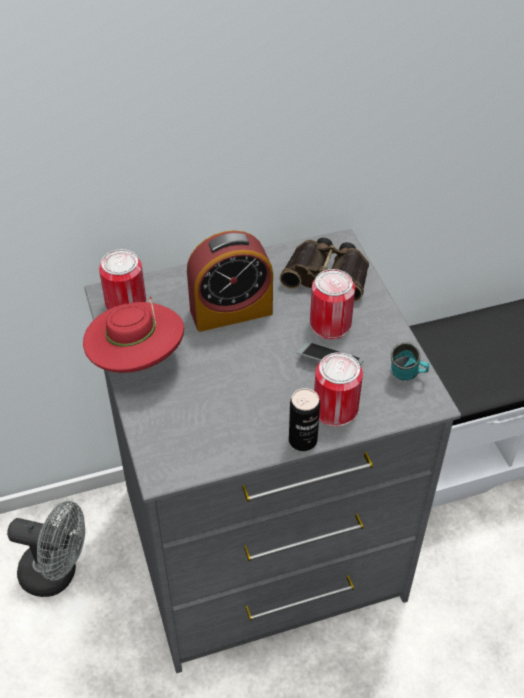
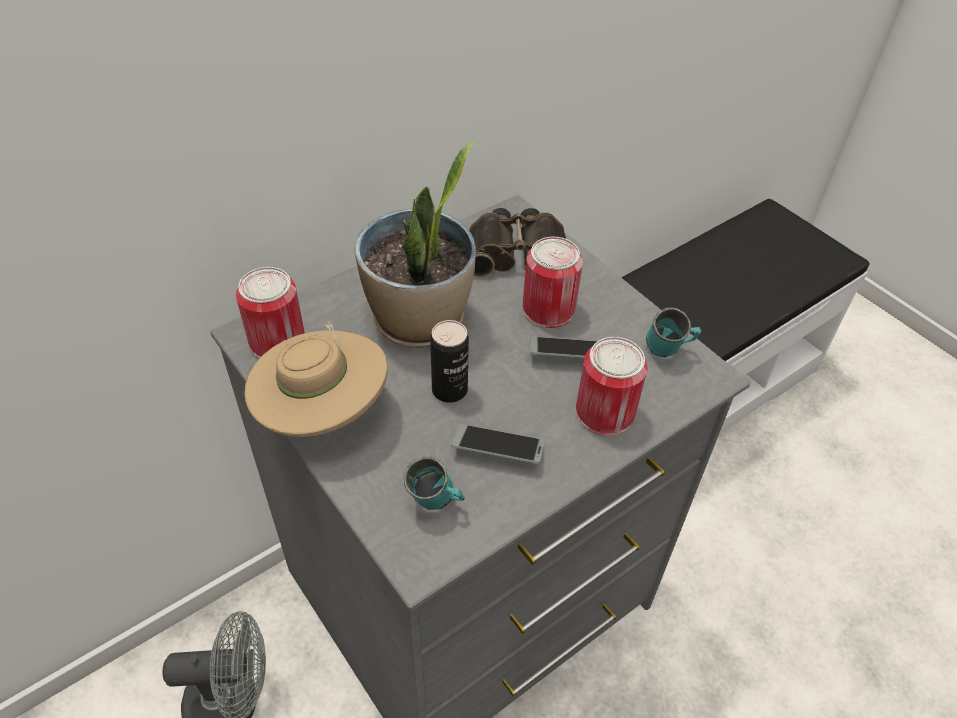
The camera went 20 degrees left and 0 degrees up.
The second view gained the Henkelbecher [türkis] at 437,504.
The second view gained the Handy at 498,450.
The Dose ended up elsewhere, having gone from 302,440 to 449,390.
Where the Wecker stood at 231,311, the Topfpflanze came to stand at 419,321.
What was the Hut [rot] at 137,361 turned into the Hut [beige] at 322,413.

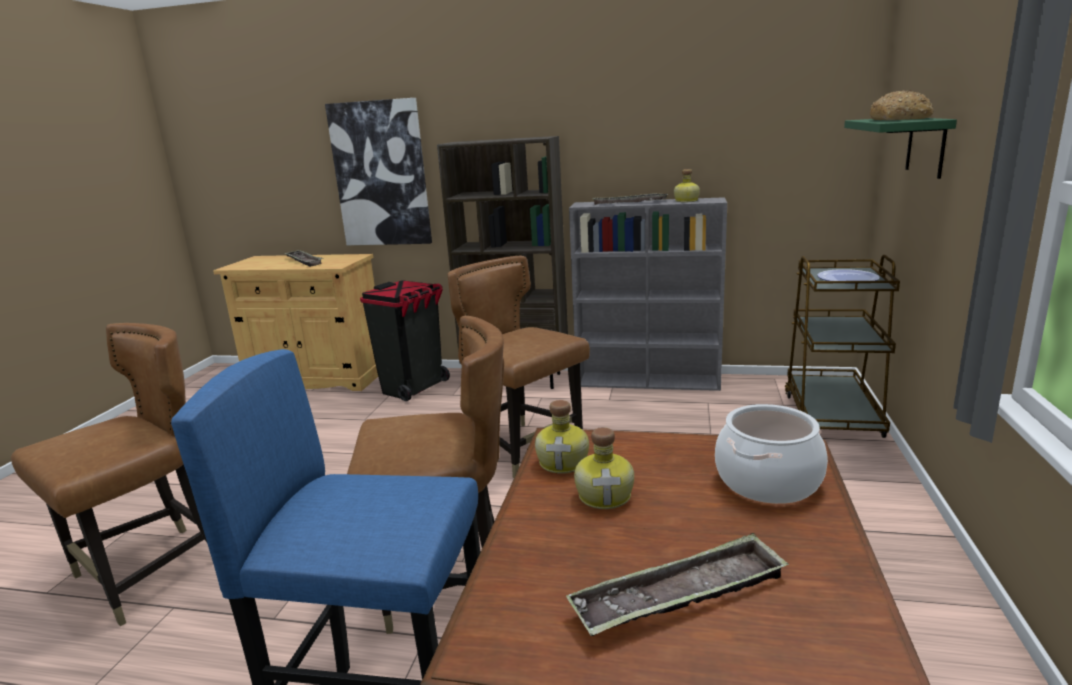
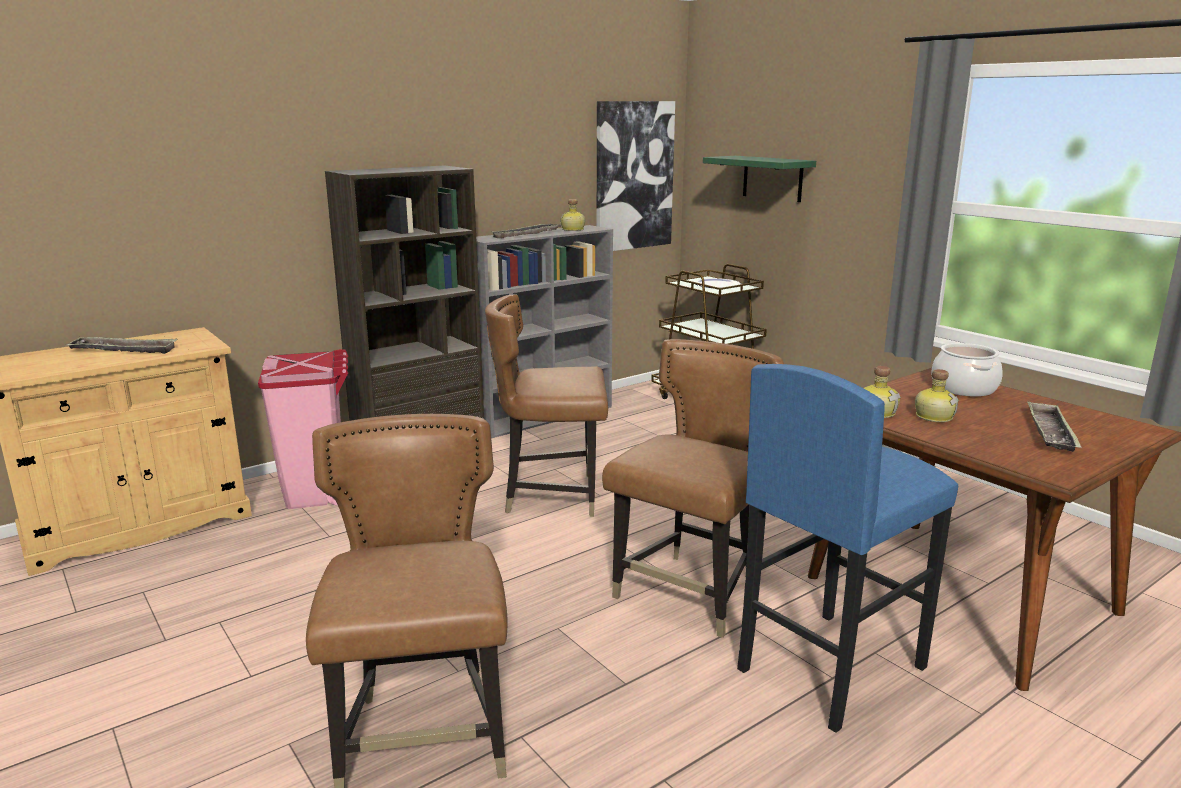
The camera went 50 degrees left and 0 degrees up.
The second view lost the Brot at 900,119.
The Bild ended up elsewhere, having gone from 381,174 to 633,176.
What was the Mülleimer [schwarz] at 414,388 turned into the Mülleimer [rosa] at 317,492.

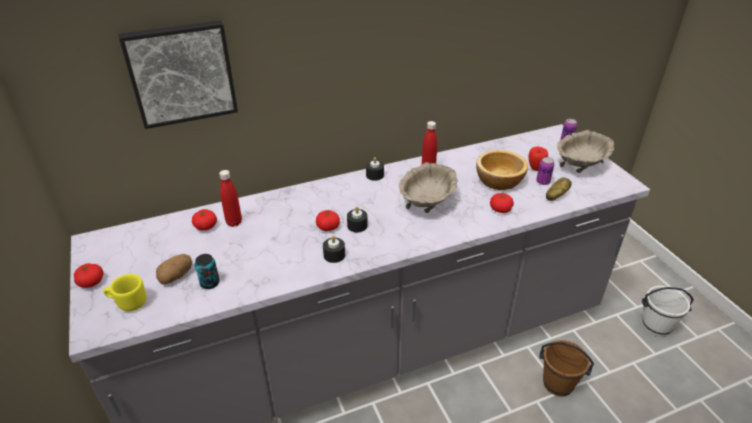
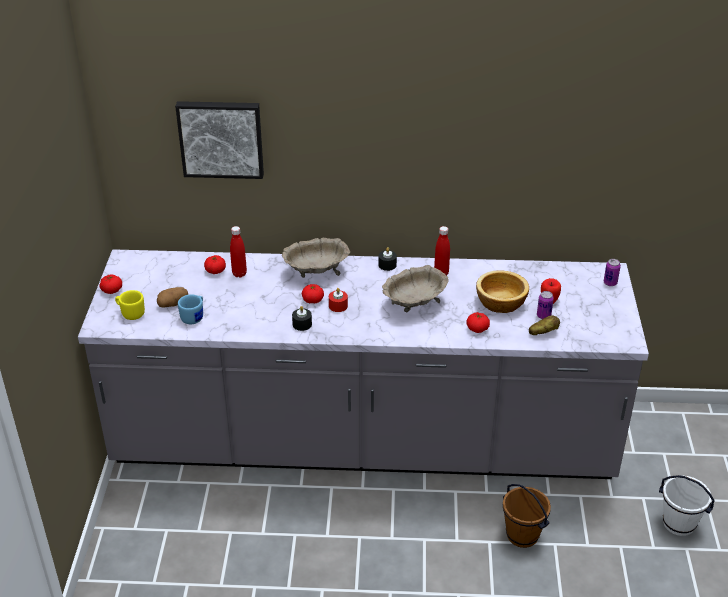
The camera went 25 degrees right and 0 degrees up.
The Schüssel [beige] ended up elsewhere, having gone from 580,166 to 316,272.
Where the Dose stood at 210,283, the Henkelbecher [blau] came to stand at 194,317.
What was the Kerze [schwarz] at 357,225 turned into the Kerze [rot] at 338,306.

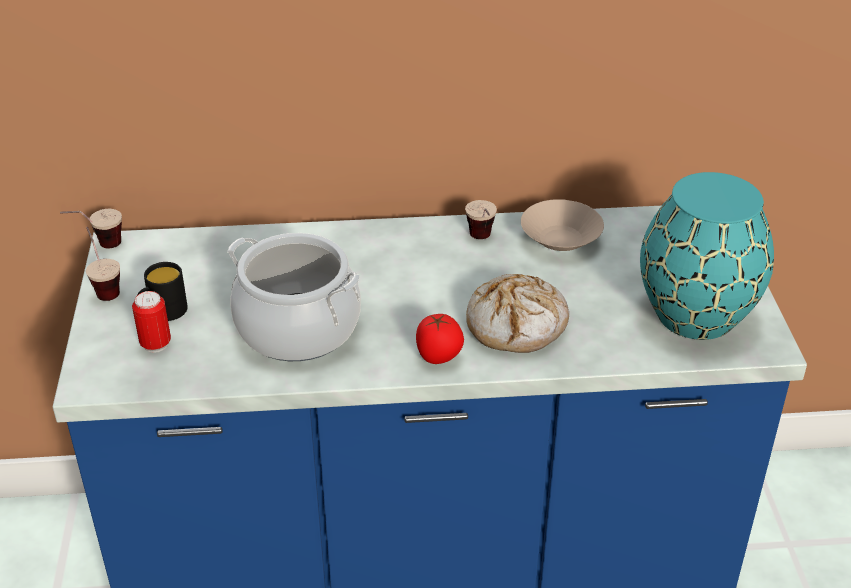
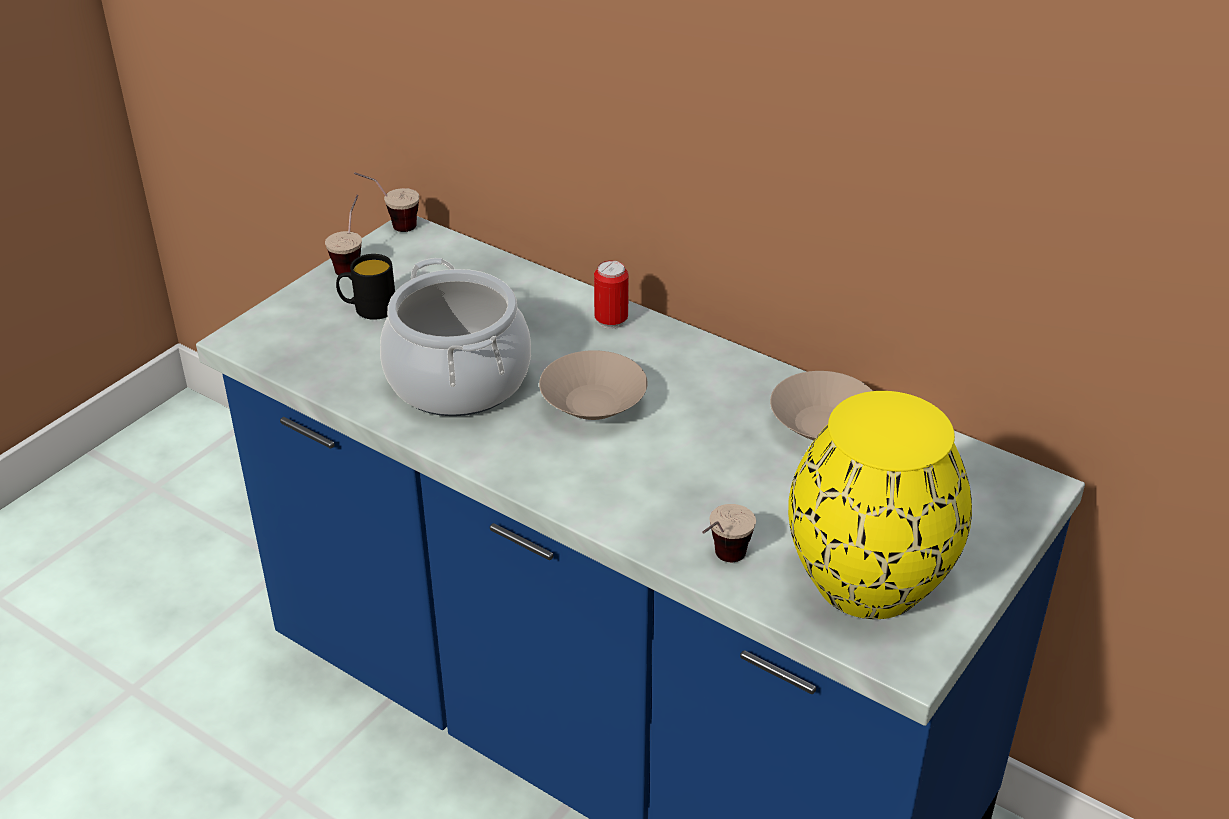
The camera went 40 degrees right and 0 degrees up.
The second view lost the Tomate at 439,357.
The second view lost the Brot at 517,325.
The second view gained the Schüssel [beige] at 592,405.
The Dose ended up elsewhere, having gone from 156,344 to 611,321.
The Tasse ended up elsewhere, having gone from 482,241 to 721,564.
What was the Vase [türkis] at 697,314 turned into the Vase [gelb] at 870,581.

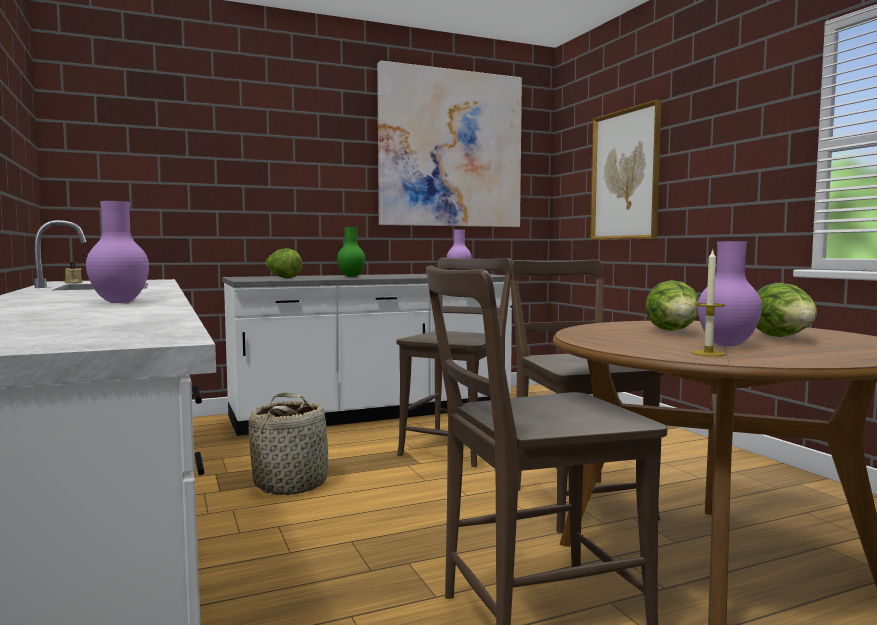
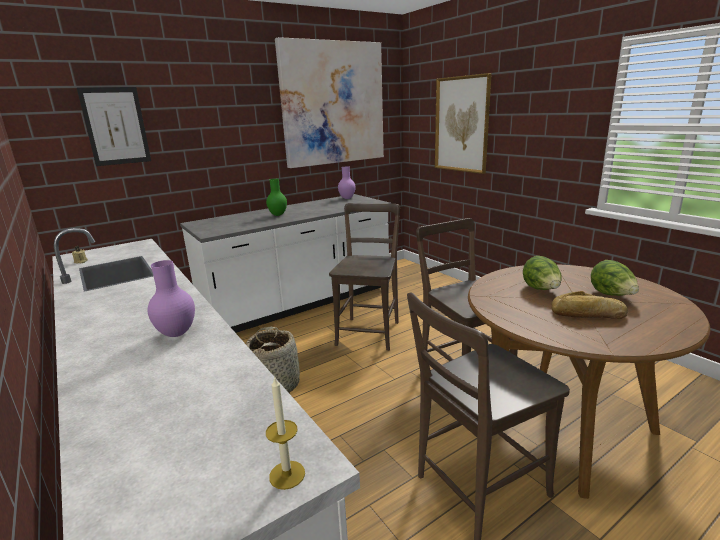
The camera went 10 degrees left and 15 degrees up.
The second view lost the Salatkopf at 283,278.
The second view gained the Bild at 116,126.
The Kerze ended up elsewhere, having gone from 708,353 to 287,475.
Where the Vase [lila] stood at 726,345, the Brot came to stand at 588,314.

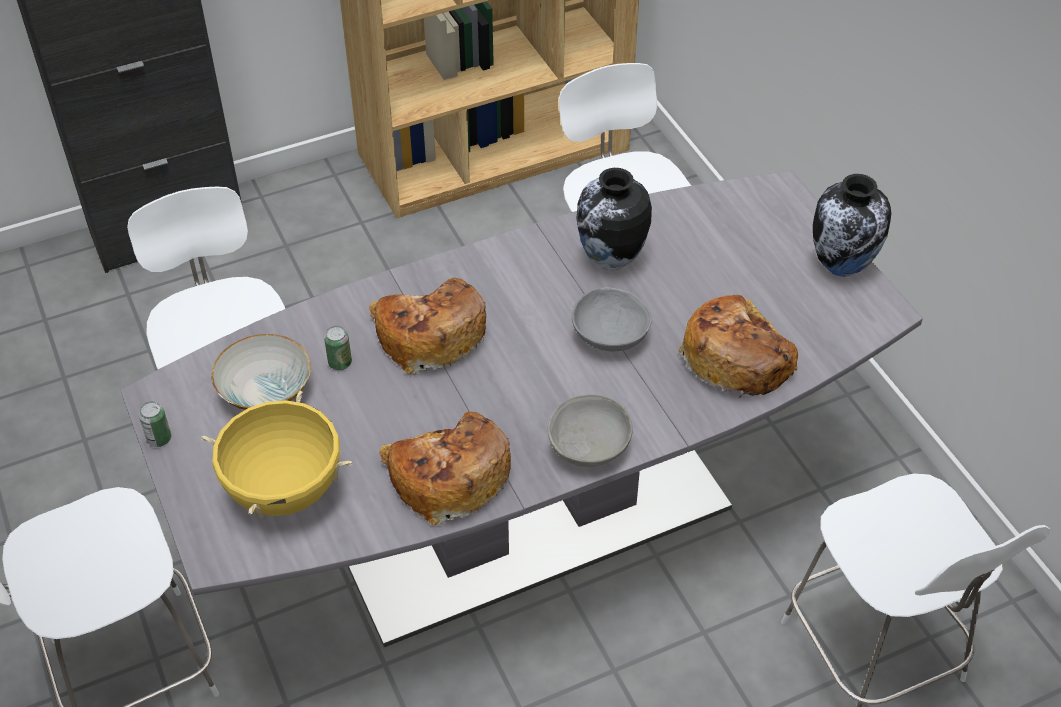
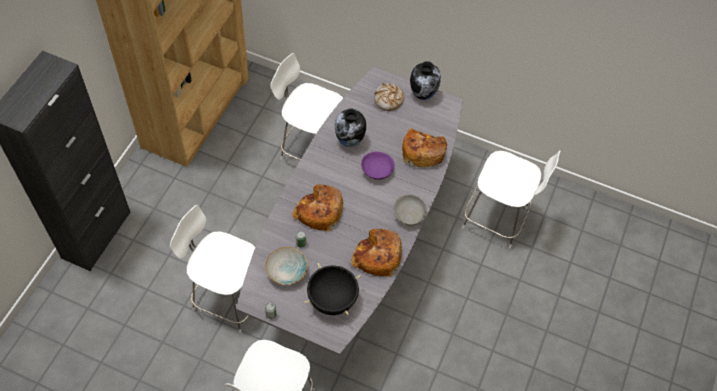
The camera went 45 degrees left and 10 degrees up.
The second view gained the Brot at 388,100.
What was the Kochtopf [gelb] at 284,490 turned into the Kochtopf [schwarz] at 332,300.
What was the Schüssel [grau] at 609,336 turned into the Schüssel [lila] at 377,171.

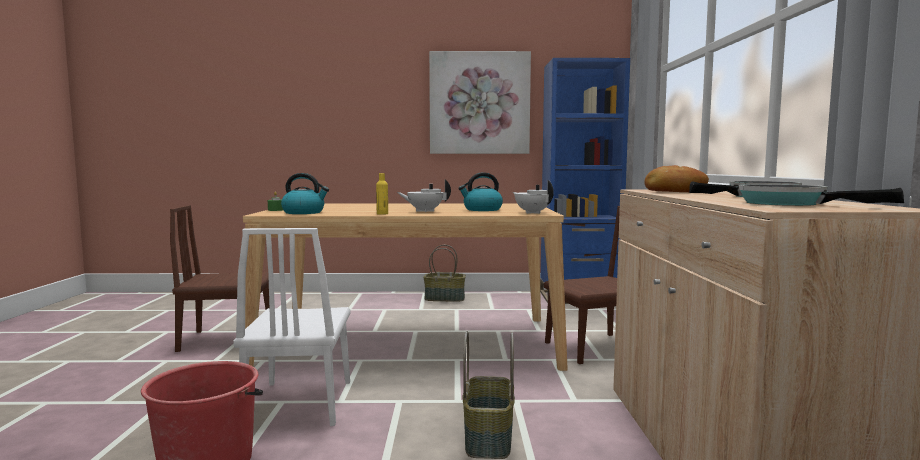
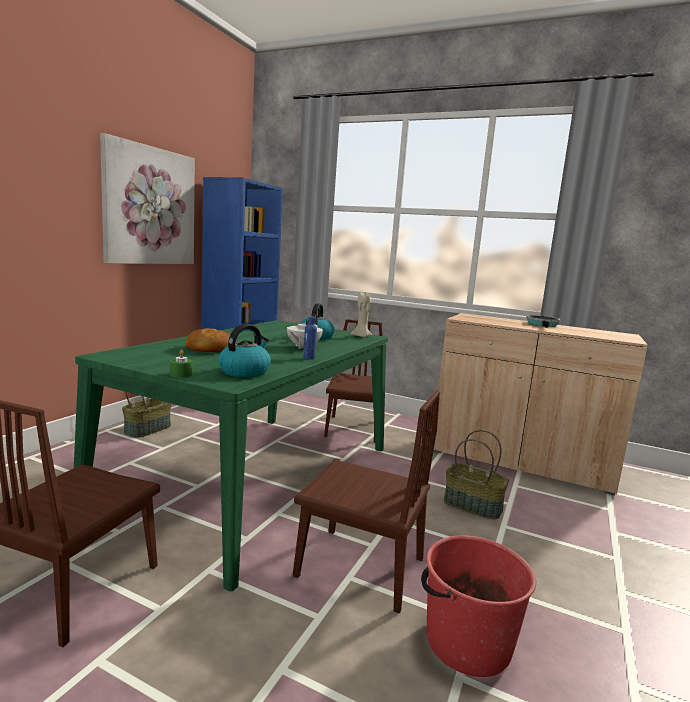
The camera went 65 degrees left and 5 degrees up.
The second view lost the Pfanne at 789,203.
The Brot ended up elsewhere, having gone from 674,192 to 209,349.
Where the Teekanne [weiß] stood at 532,213, the Kerze [beige] came to stand at 361,336.
What was the Stuhl [weiß] at 299,402 turned into the Stuhl [braun] at 360,567.
What was the Esstisch [beige] at 411,341 turned into the Esstisch [grün] at 257,478.
What was the Flasche [gelb] at 382,214 turned into the Flasche [blau] at 309,358.

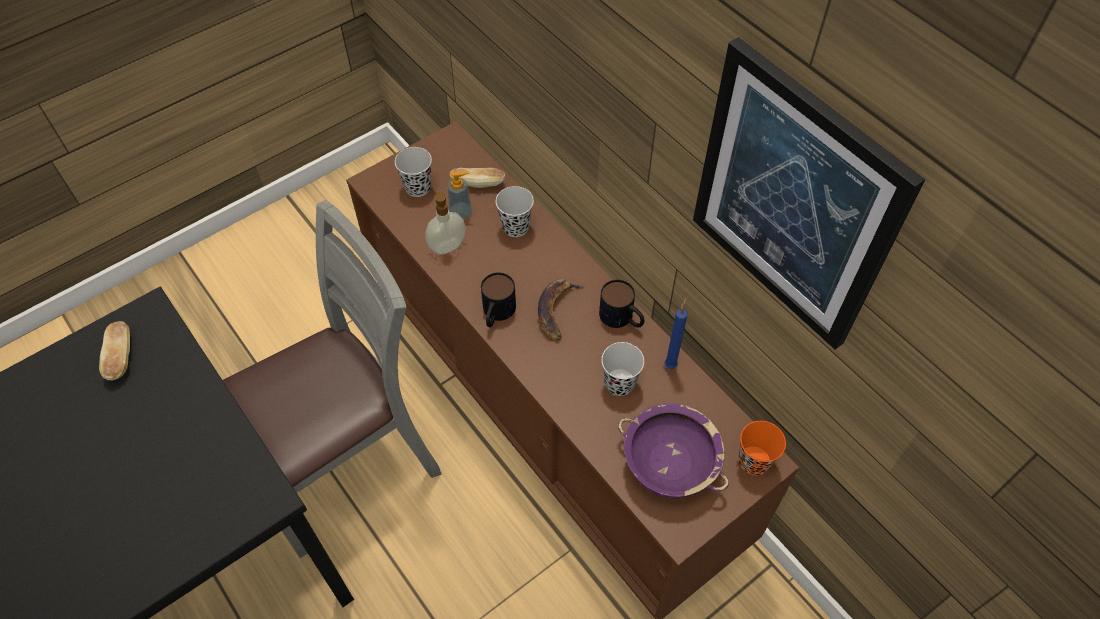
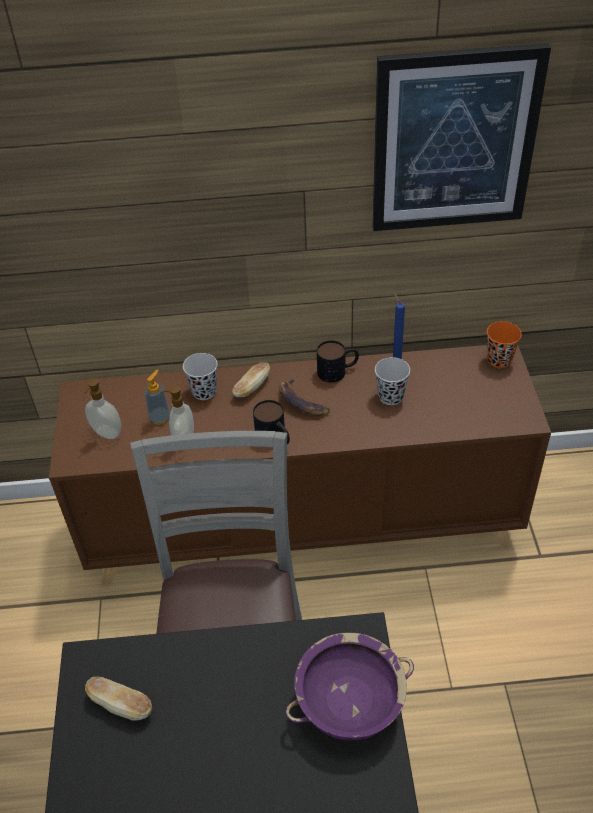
The camera went 55 degrees left and 10 degrees down.
The Brot ended up elsewhere, having gone from 478,183 to 252,387.
The Schüssel [lila] ended up elsewhere, having gone from 670,465 to 351,702.
Where the Tasse [schwarz] stood at 418,187, the Seifenspender came to stand at 106,433.

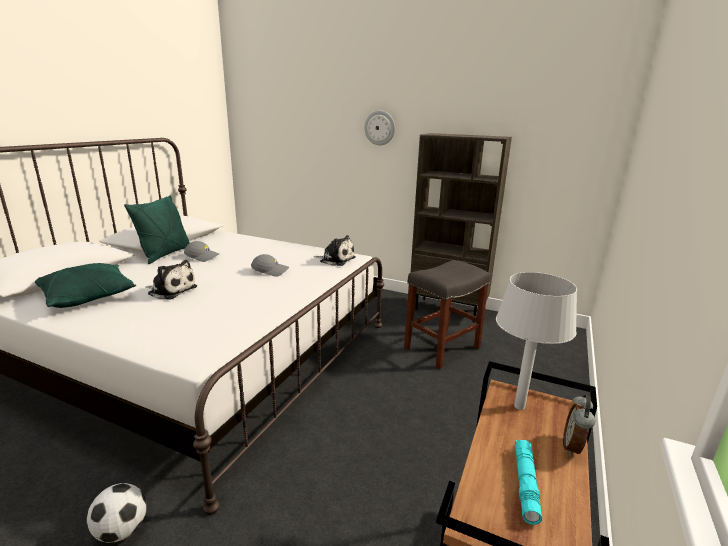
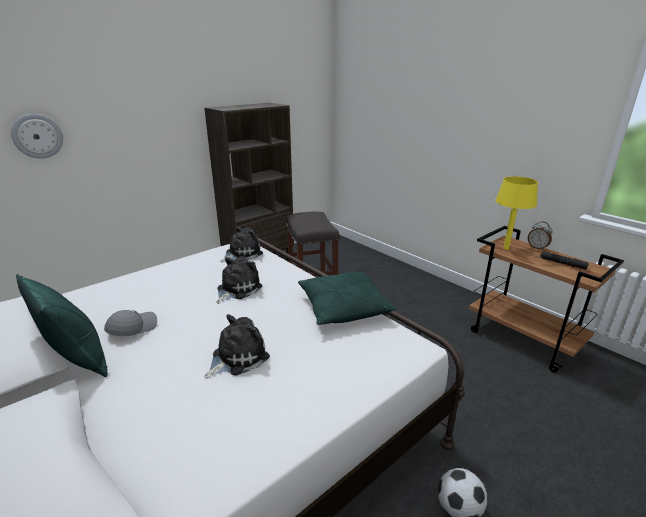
The camera went 65 degrees left and 5 degrees up.
The Kissen [grün] ended up elsewhere, having gone from 88,296 to 343,308.
The Wanduhr ended up elsewhere, having gone from 379,128 to 37,136.
Where the Kappe [grau] stood at 270,271, the Plüschtier came to stand at 237,289.
What was the Tischlampe [grau] at 520,406 turned into the Tischlampe [gelb] at 505,248.
What was the Taschenlampe [türkis] at 525,483 turned into the Taschenlampe [schwarz] at 562,263.

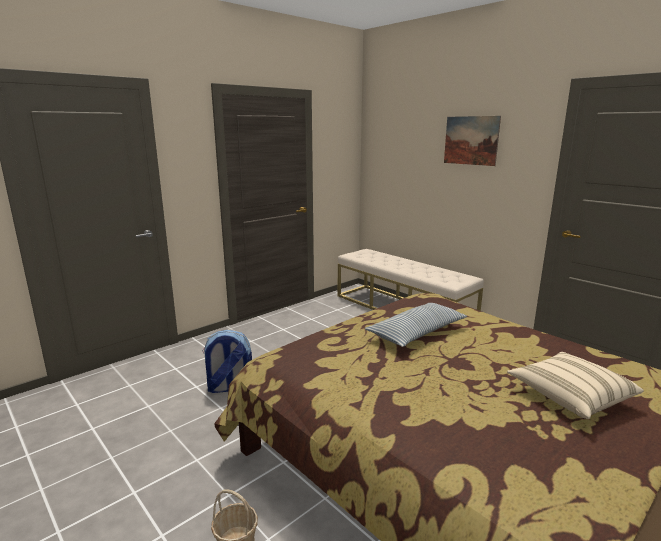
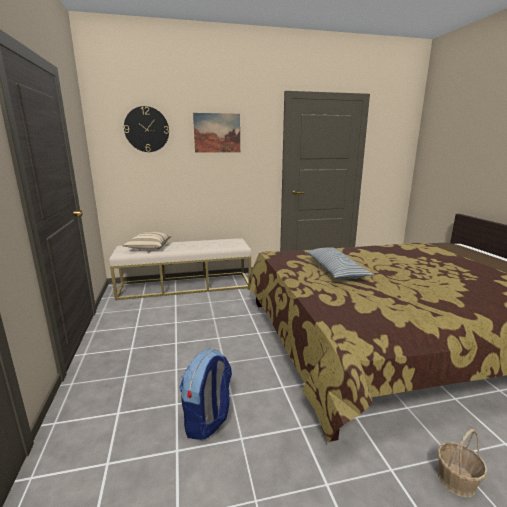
The camera went 60 degrees left and 0 degrees up.
The second view gained the Wanduhr at 146,129.
The Kissen [beige] ended up elsewhere, having gone from 570,397 to 148,248.

